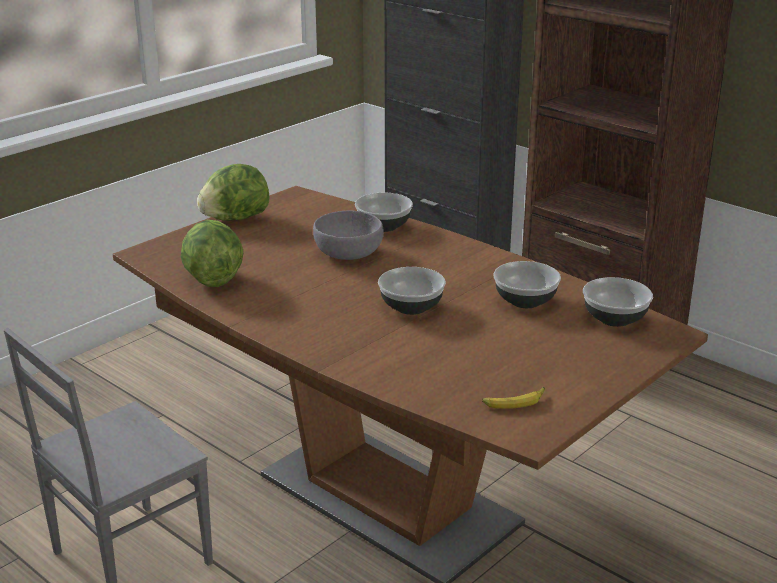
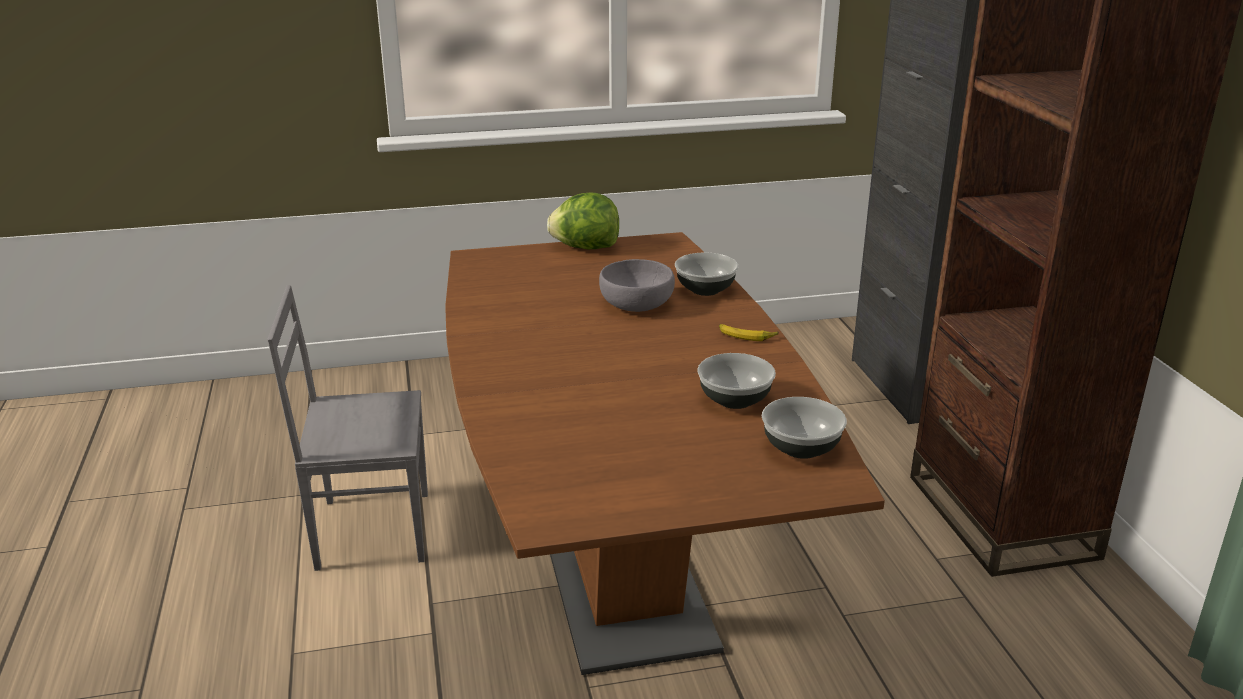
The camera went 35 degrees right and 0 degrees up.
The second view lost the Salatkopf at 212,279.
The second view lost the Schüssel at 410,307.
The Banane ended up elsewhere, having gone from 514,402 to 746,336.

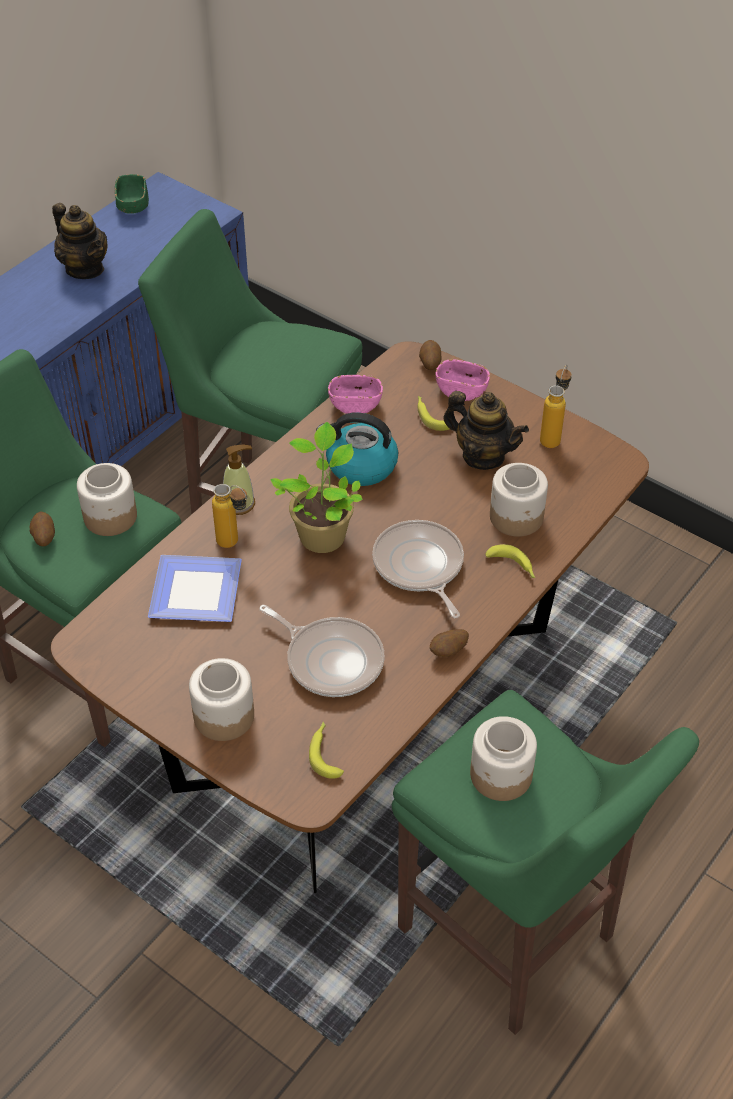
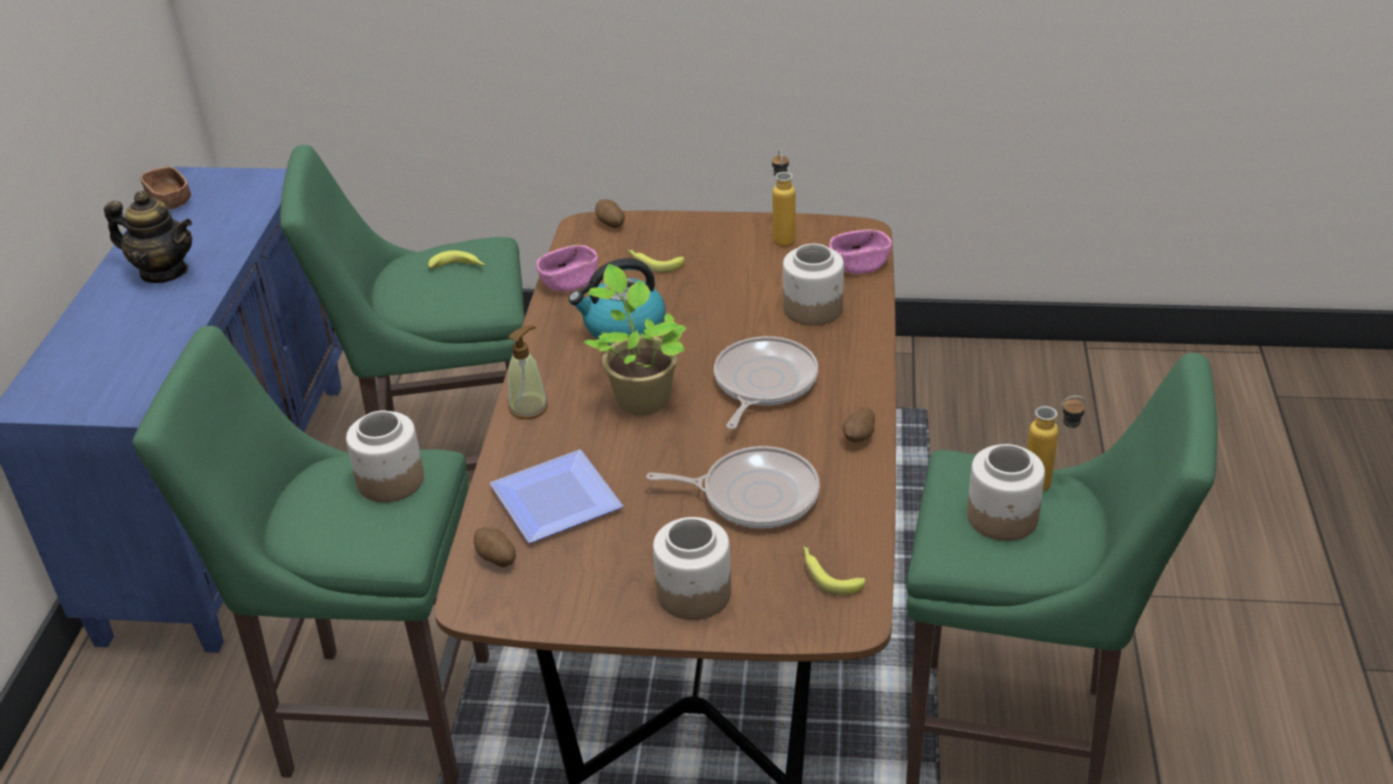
The camera went 30 degrees left and 10 degrees down.
The second view lost the Teekanne at 483,456.
The Kartoffel ended up elsewhere, having gone from 44,537 to 496,559.
The Flasche ended up elsewhere, having gone from 234,544 to 1048,484.
The Schüssel [rosa] ended up elsewhere, having gone from 461,391 to 859,265.
The Banane ended up elsewhere, having gone from 513,566 to 459,267.
What was the Schüssel [grün] at 132,205 turned into the Schüssel [braun] at 169,202.
The Pfanne at 419,567 ended up facing another way, 75 degrees clockwise from before.

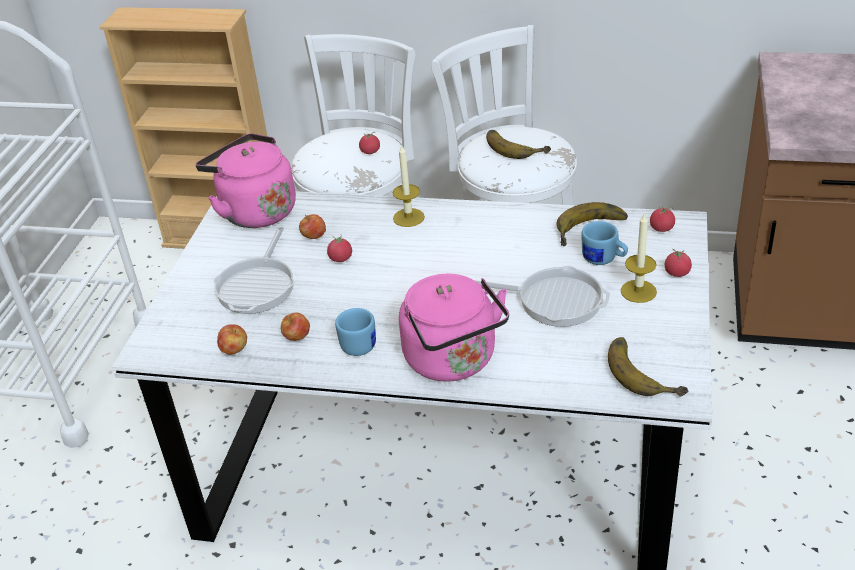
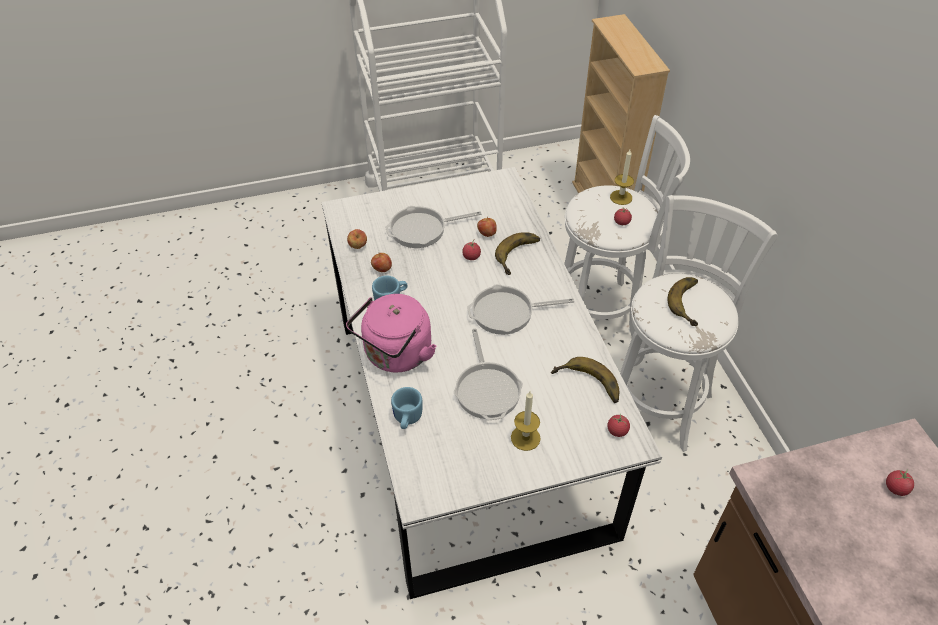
The camera went 60 degrees right and 10 degrees up.
The second view lost the Wasserkessel [rosa] at 255,211.
The second view gained the Pfanne at 507,313.
The Kerze ended up elsewhere, having gone from 408,217 to 621,197.
The Henkelbecher [blau] ended up elsewhere, having gone from 604,260 to 406,419.
The Banane ended up elsewhere, having gone from 645,371 to 521,256.
The Tomate ended up elsewhere, having gone from 677,273 to 895,488.

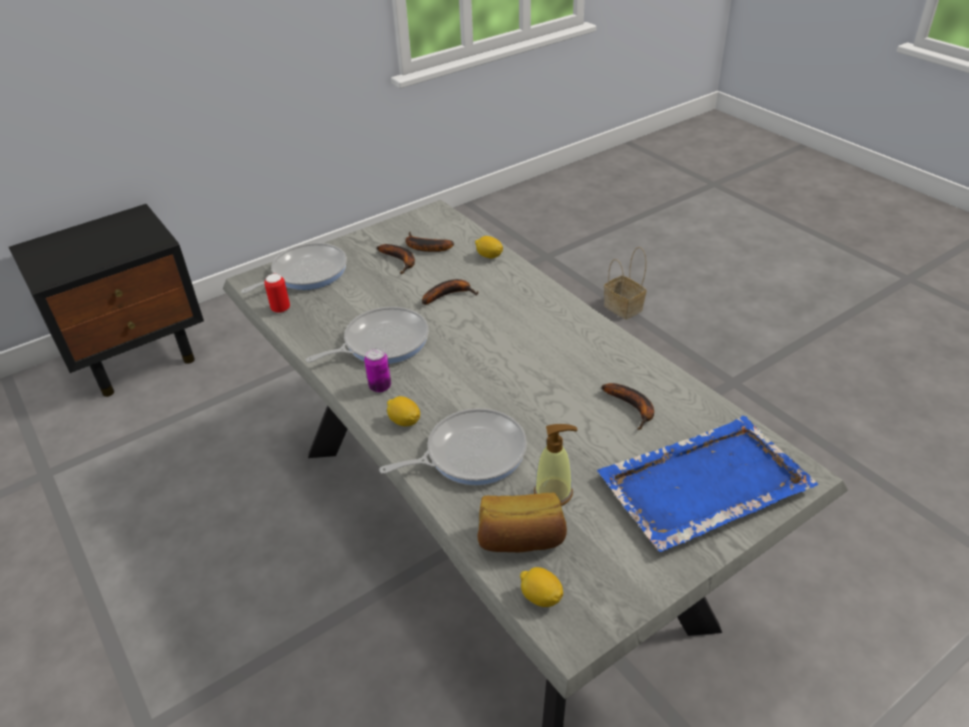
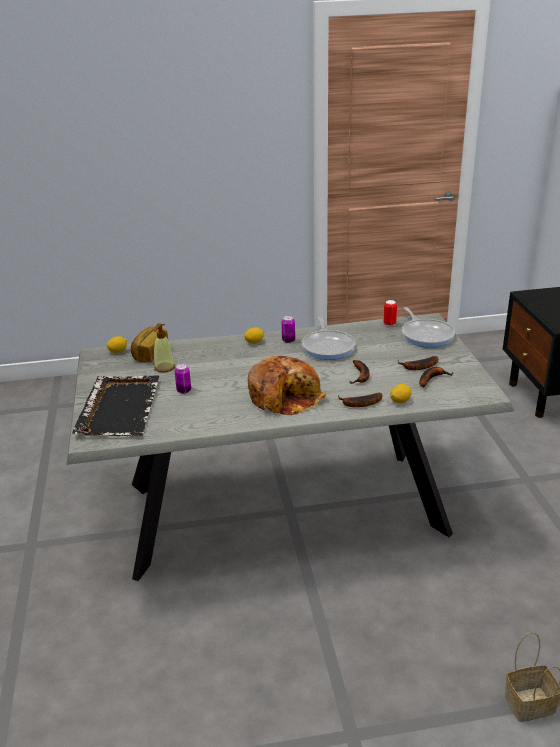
The camera went 115 degrees right and 10 degrees down.
The second view lost the Pfanne at 470,453.
The second view gained the Dose at 184,390.
The second view gained the Brot at 285,396.
The Banane ended up elsewhere, having gone from 633,408 to 359,404.
What was the Tablett [blau] at 702,485 turned into the Tablett [schwarz] at 119,408.

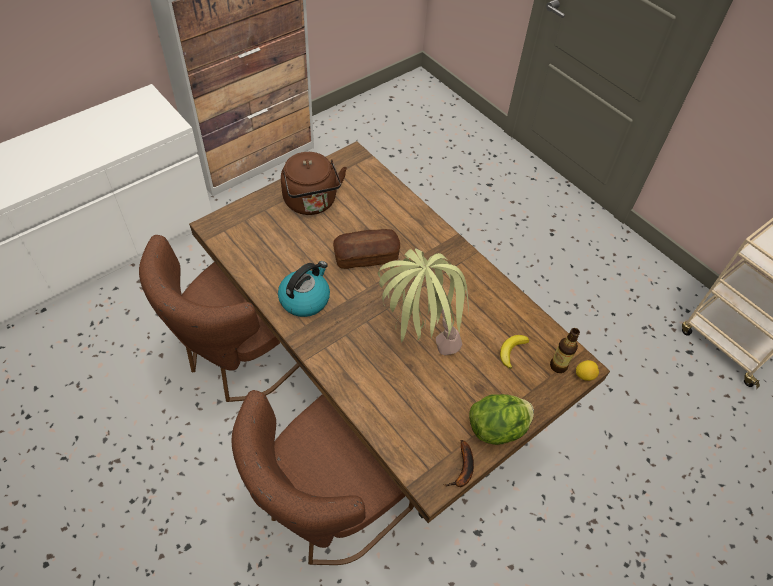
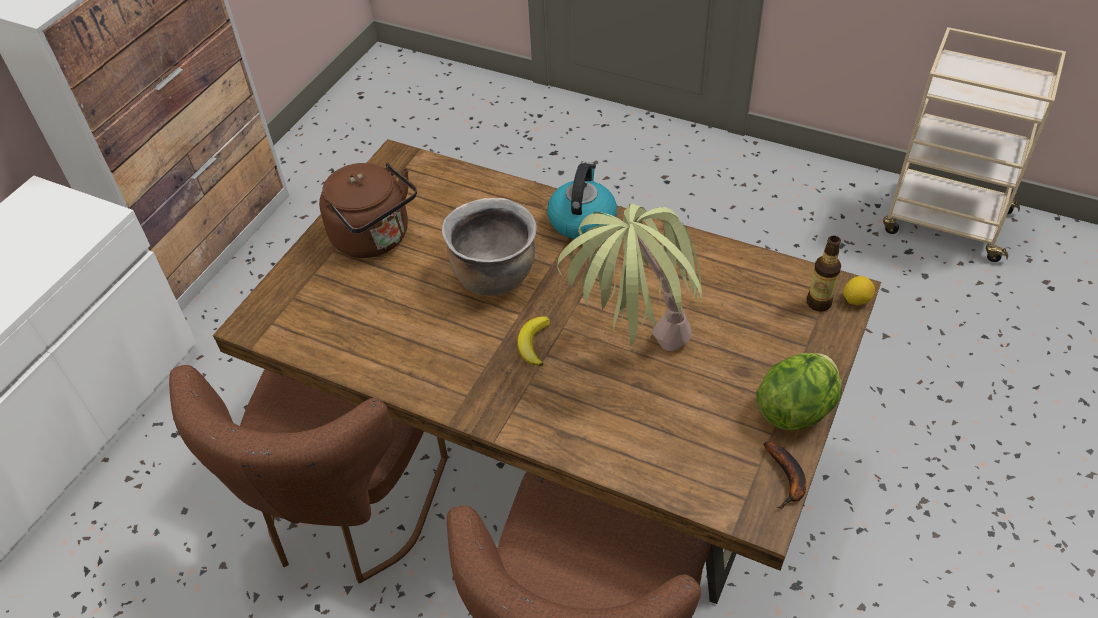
The camera went 20 degrees left and 5 degrees down.
The Wasserkessel ended up elsewhere, having gone from 305,299 to 582,220.
The Banane ended up elsewhere, having gone from 511,351 to 533,343.
Where the Brot stood at 366,257, the Kochtopf [braun] came to stand at 494,276.

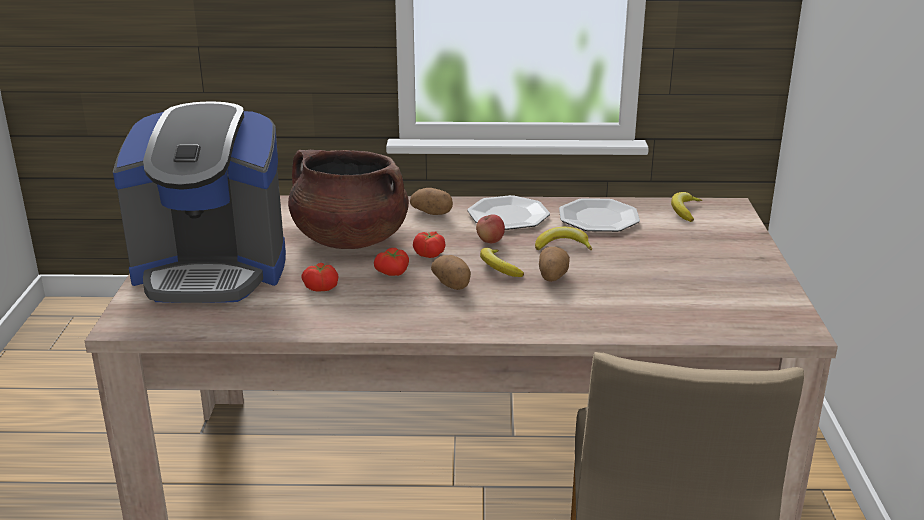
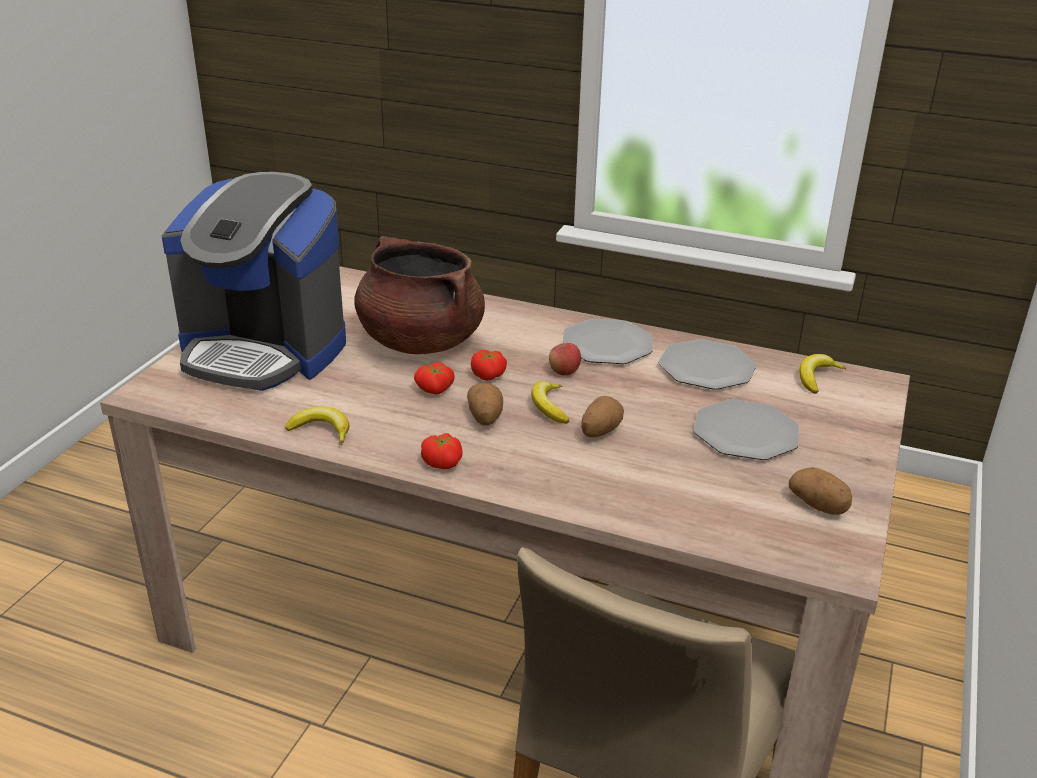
The camera went 20 degrees right and 5 degrees up.
The second view gained the Teller at 745,432.
The Tomate ended up elsewhere, having gone from 322,287 to 443,462.
The Kartoffel ended up elsewhere, having gone from 432,213 to 819,505.
The Banane ended up elsewhere, having gone from 562,245 to 322,431.

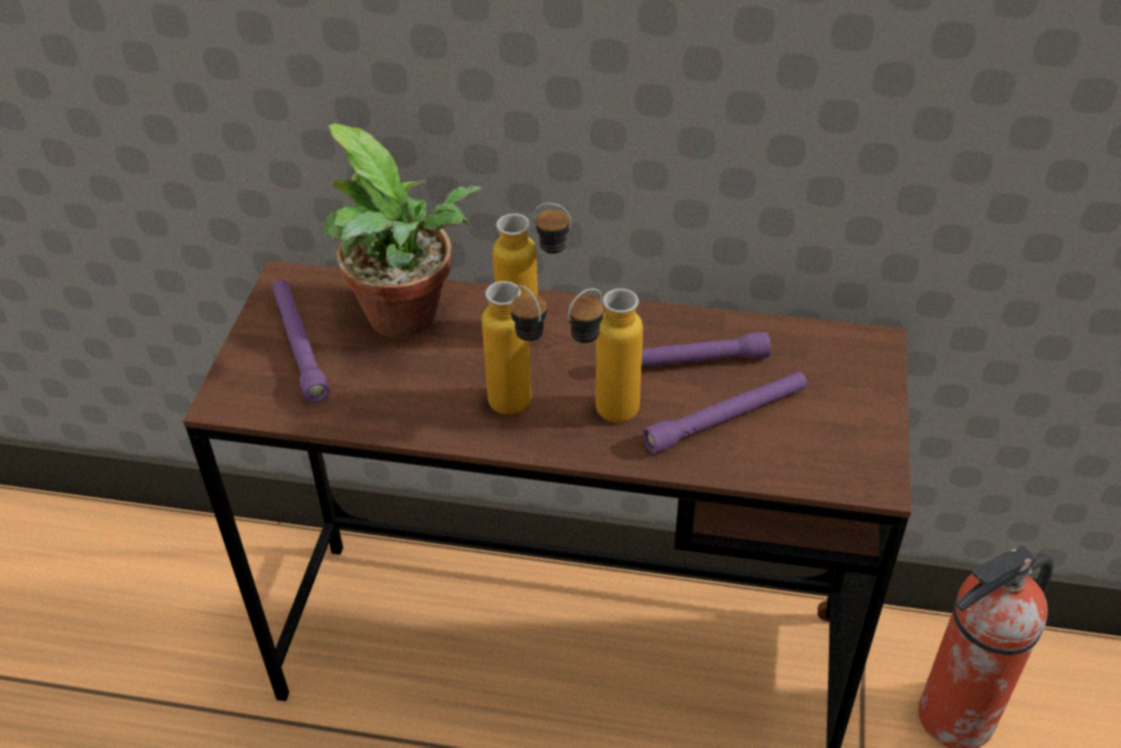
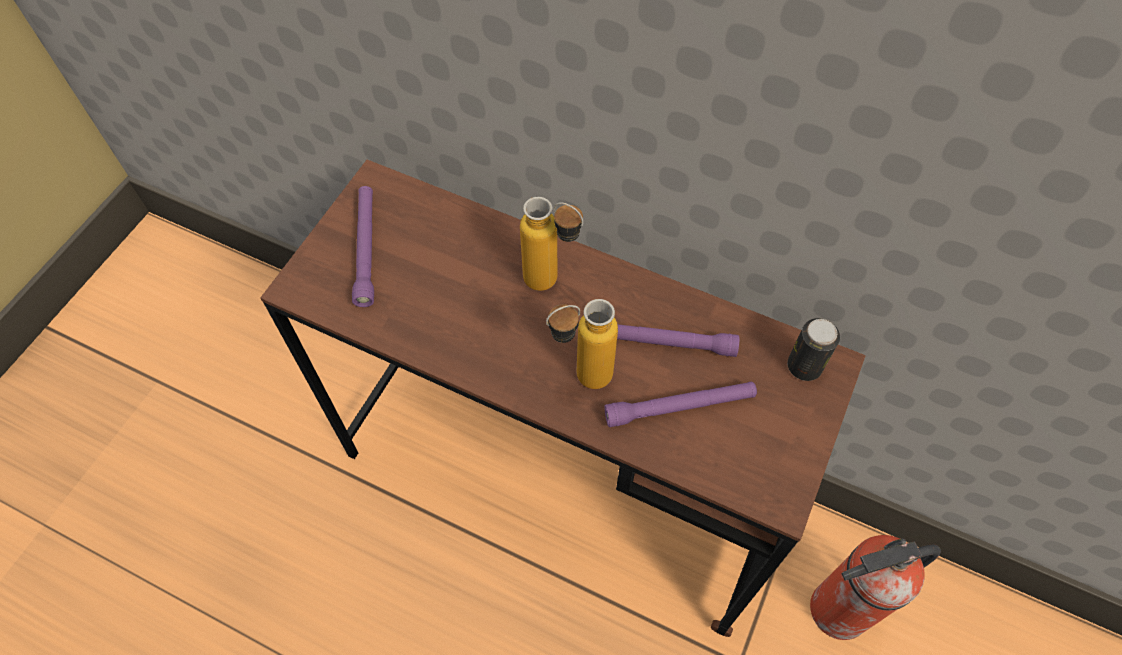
The camera went 15 degrees right and 15 degrees up.
The second view lost the Topfpflanze at 409,320.
The second view lost the Flasche at 520,411.
The second view gained the Dose at 804,366.

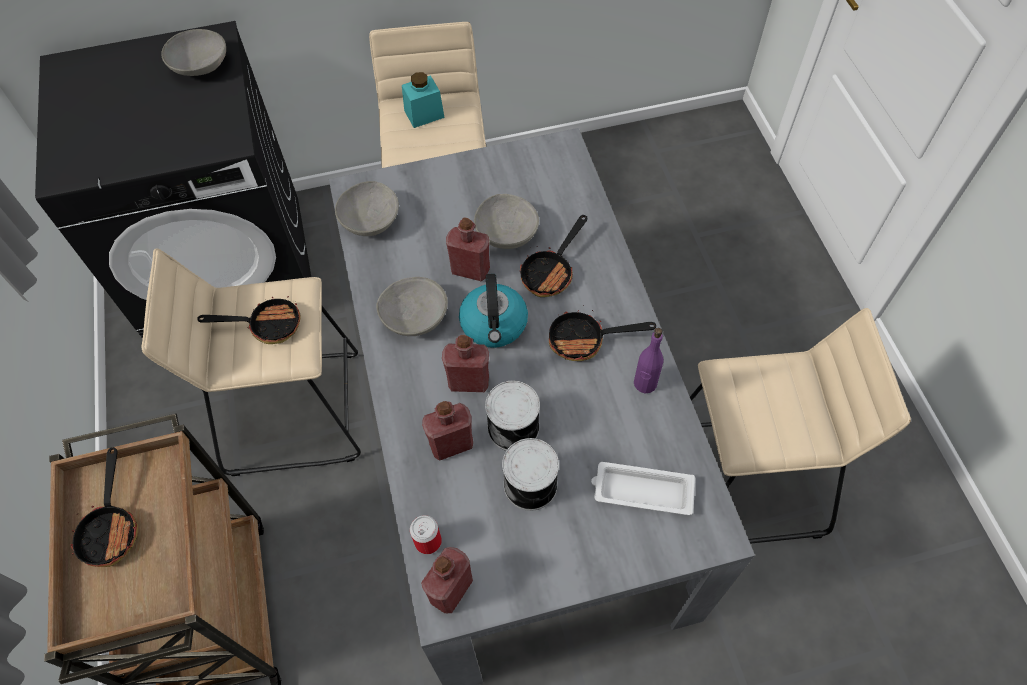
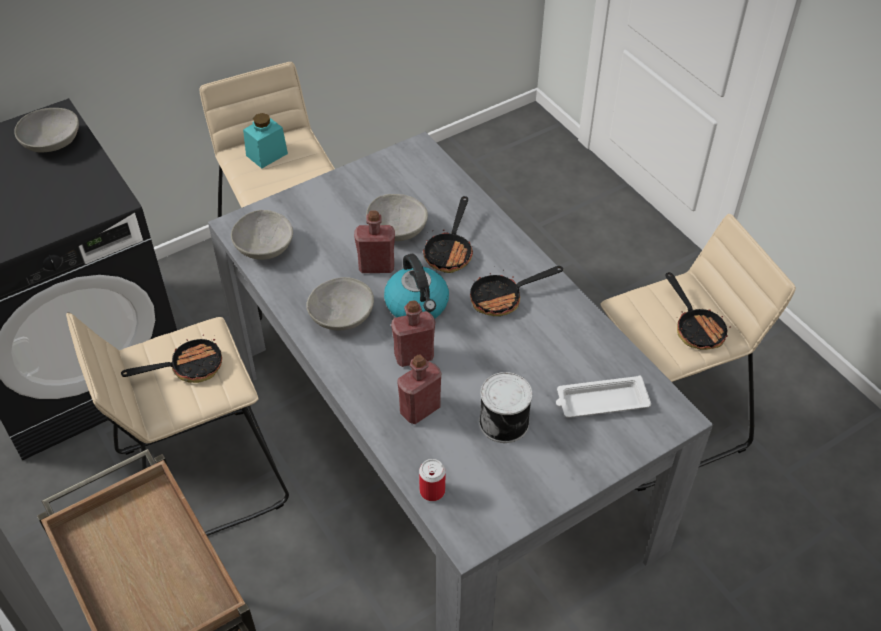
The camera went 20 degrees left and 10 degrees down.
The second view lost the Flasche [rot] at 450,589.
The second view lost the Dose at 514,426.
The second view lost the Flasche [lila] at 645,383.
The Pfanne ended up elsewhere, having gone from 111,528 to 696,327.

